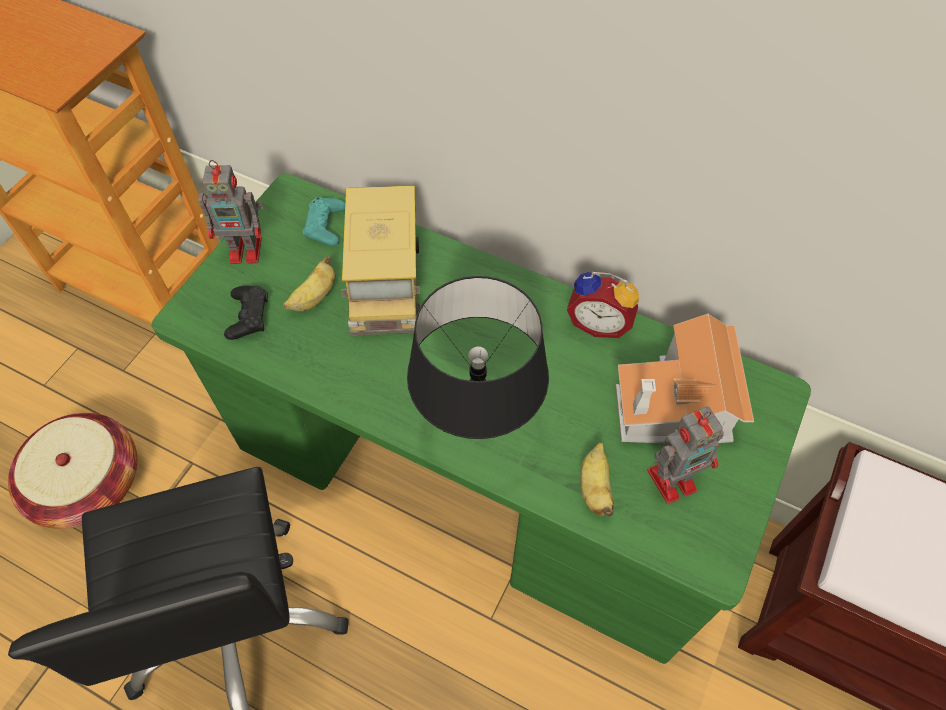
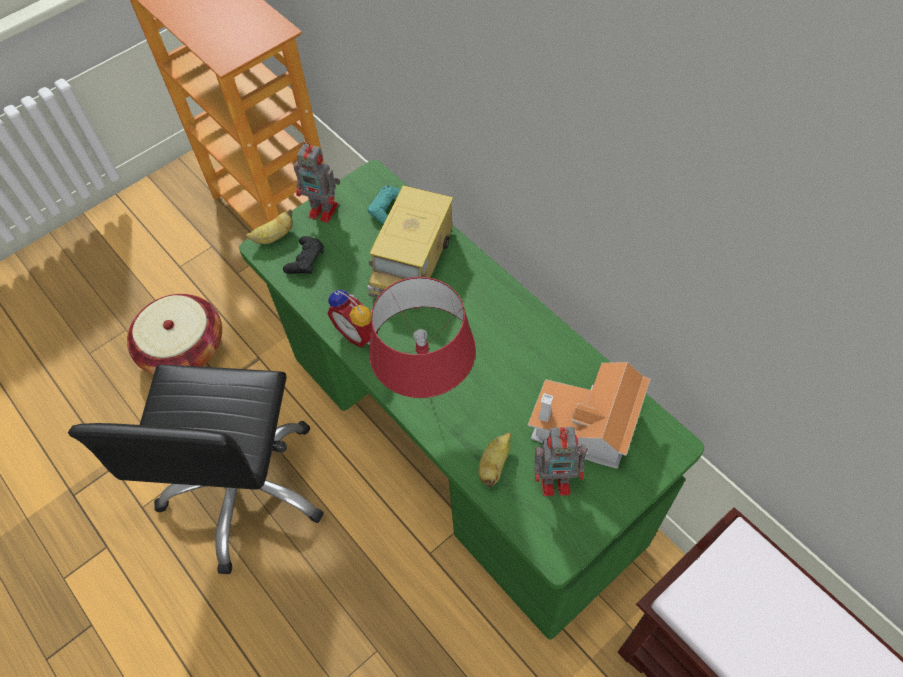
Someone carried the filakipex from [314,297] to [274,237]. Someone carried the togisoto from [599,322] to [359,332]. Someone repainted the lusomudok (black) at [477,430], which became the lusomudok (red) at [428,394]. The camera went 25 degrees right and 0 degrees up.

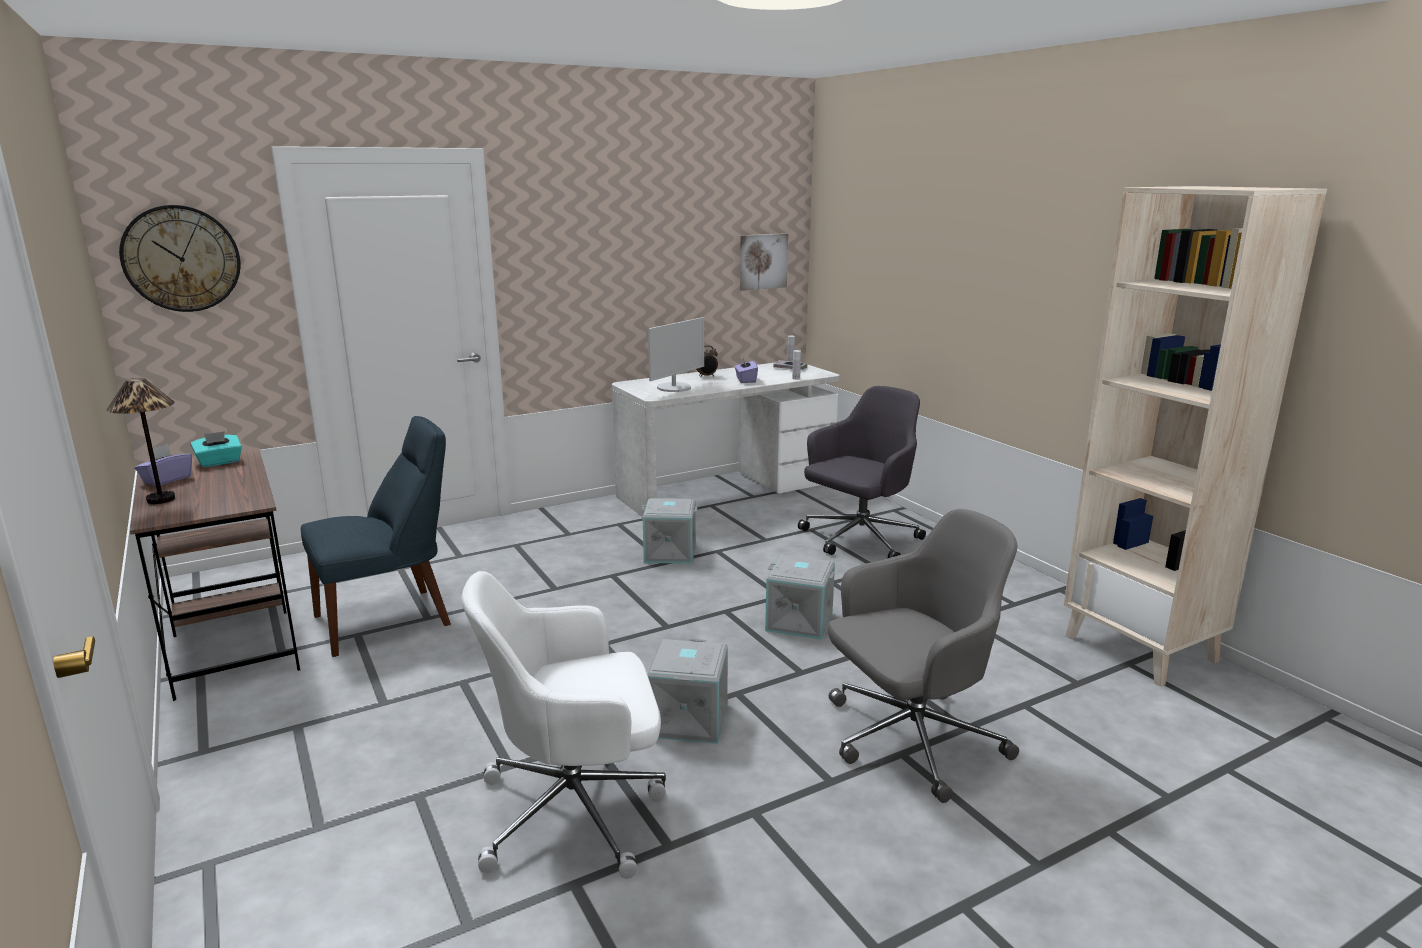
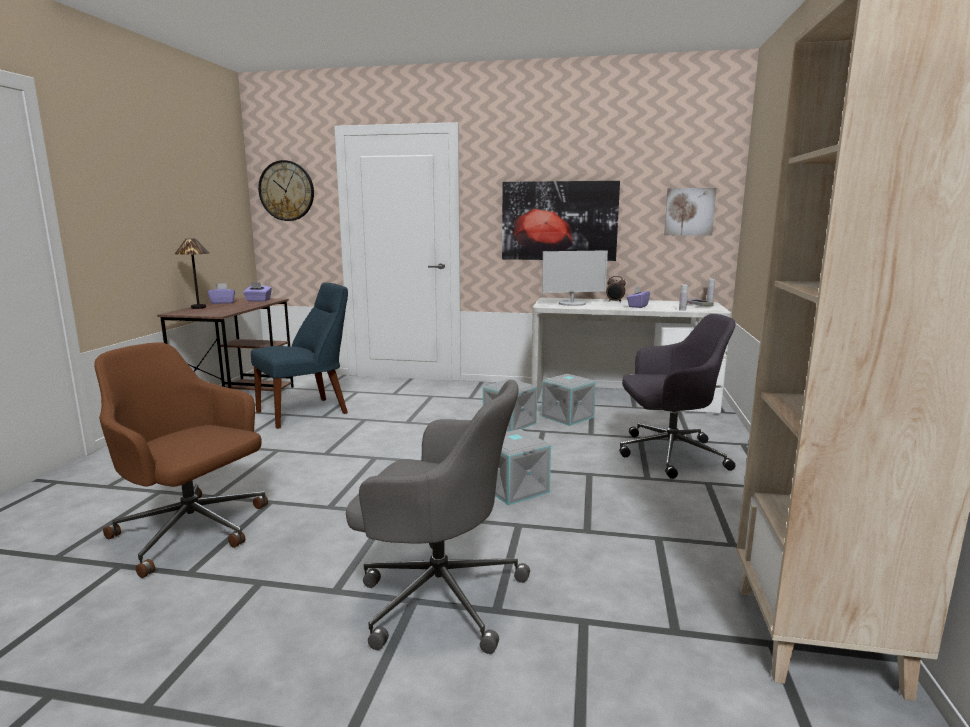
Someone put up the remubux at [559,221]. Someone carried the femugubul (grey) from [687,719] to [567,416]. Someone repainted the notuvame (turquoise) at [219,462], which became the notuvame (purple) at [258,300]. Someone repainted the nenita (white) at [576,810], which became the nenita (brown) at [193,531]. Someone rotated the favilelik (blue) at [389,619] by 45 degrees counterclockwise. The camera went 40 degrees right and 5 degrees down.

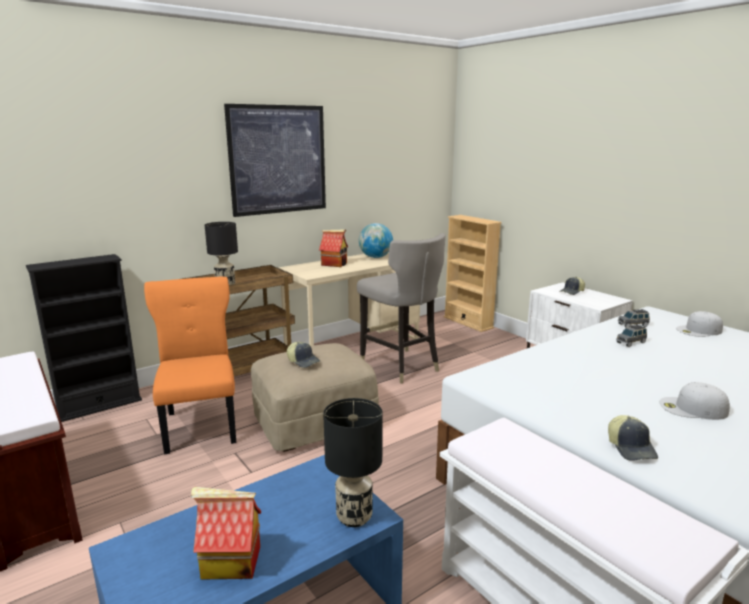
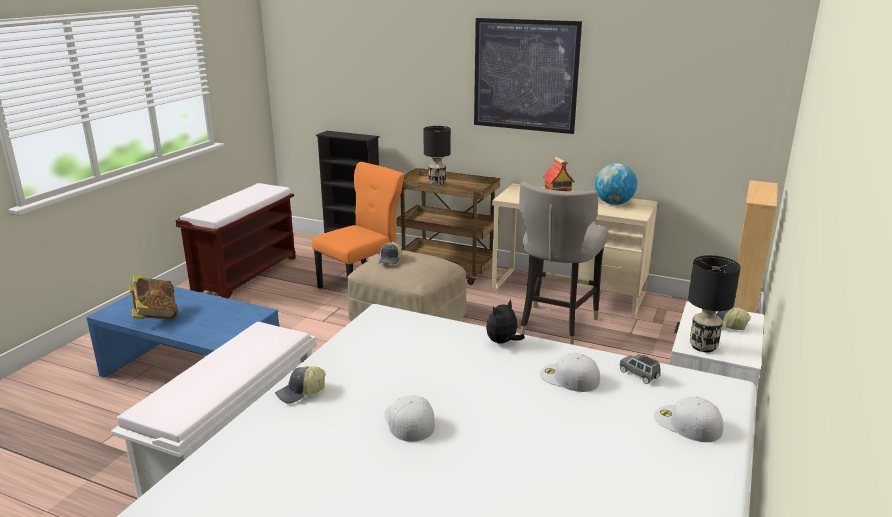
Someone put down the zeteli at [502,342]. Someone carried the lusomudok (black) from [355,517] to [703,347]. Someone swapped the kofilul at [230,563] for the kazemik at [155,315]. Someone swapped the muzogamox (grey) at [631,342] for the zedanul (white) at [568,378]. The camera went 60 degrees right and 5 degrees up.

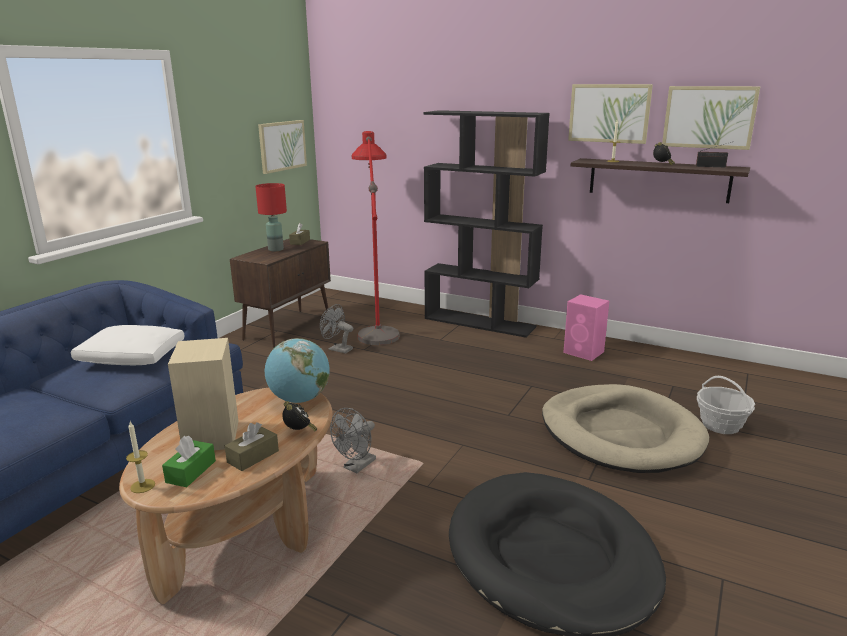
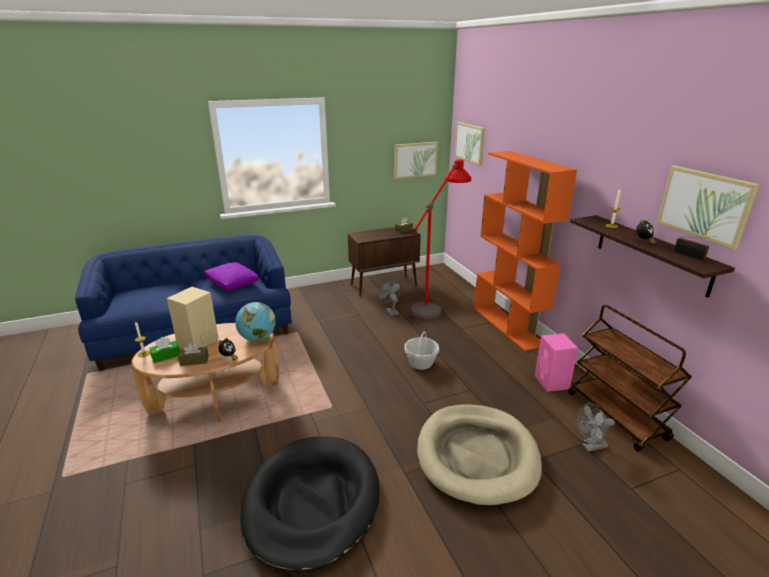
Someone took away the lusomudok (red) at [276,249]. Someone put down the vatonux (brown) at [617,416]. Someone carried the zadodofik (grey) from [356,467] to [590,446]. Someone carried the remubux from [609,113] to [470,143]. Someone carried the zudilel from [720,425] to [421,363]. Someone repainted the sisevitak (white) at [131,357], which became the sisevitak (purple) at [232,282]. Someone repainted the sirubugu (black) at [480,322], which became the sirubugu (orange) at [508,326]. The camera went 40 degrees right and 5 degrees up.

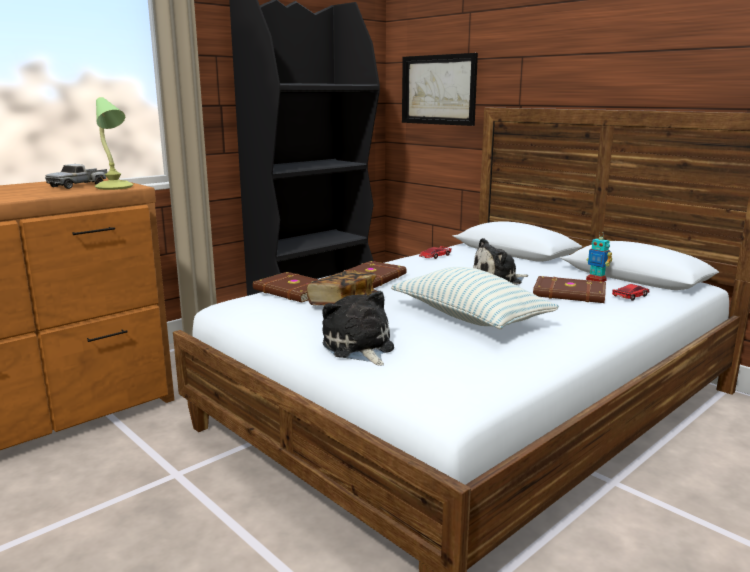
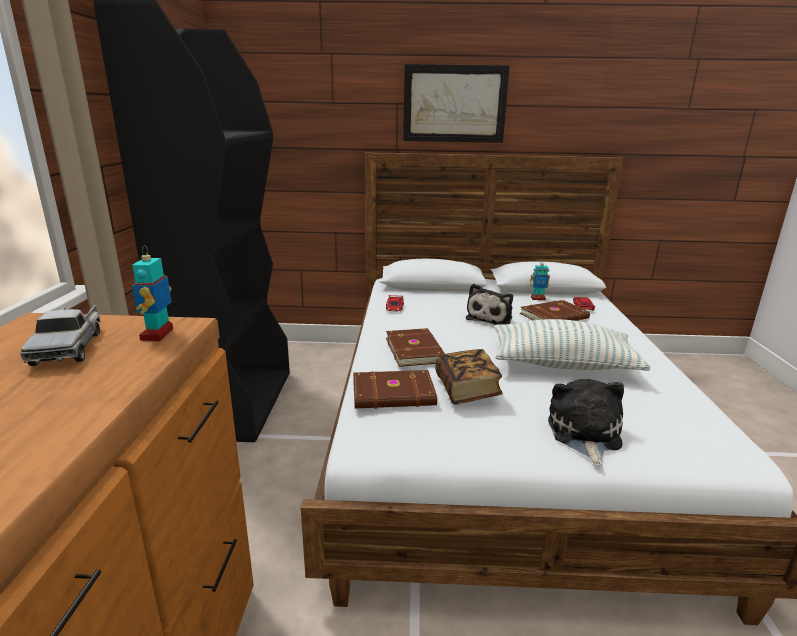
Someone carried the remubux from [438,90] to [454,104]. Someone swapped the lusomudok at [114,187] for the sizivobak at [158,334]. Someone rotated the zeteli at [359,348] by 75 degrees clockwise. The camera went 45 degrees left and 5 degrees up.

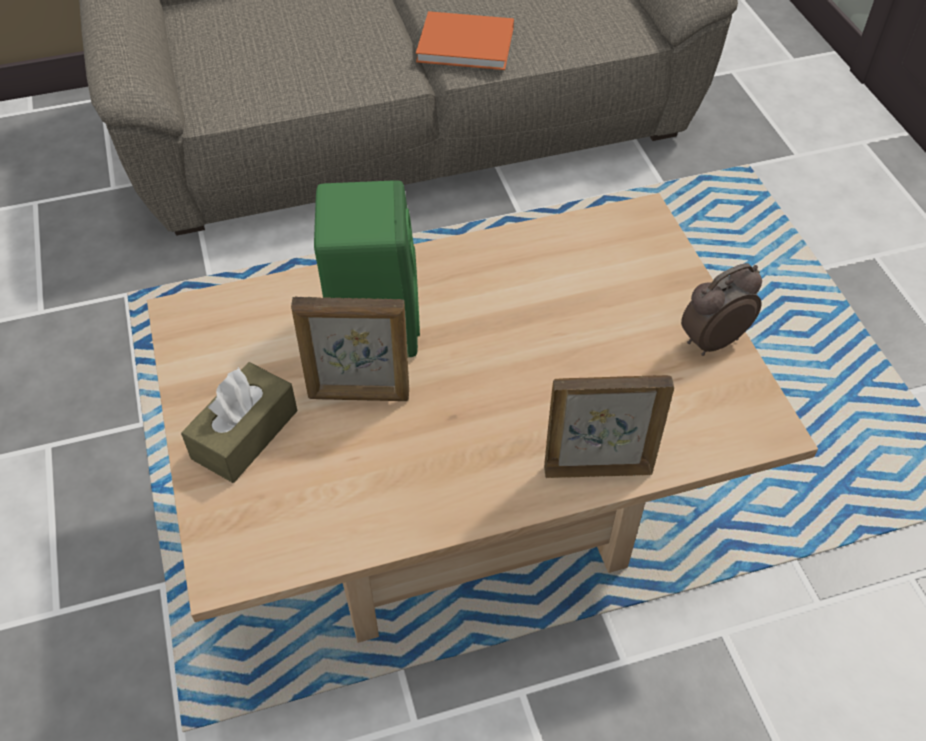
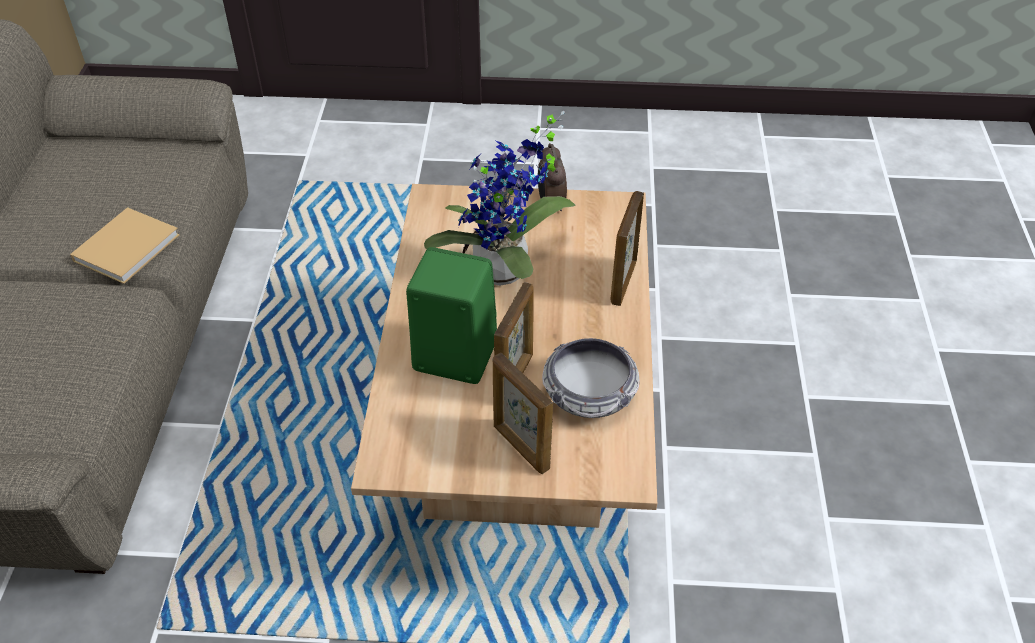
Someone put down the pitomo at [505,274]. Someone put down the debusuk at [589,393]. Someone swapped the notuvame (brown) at [245,434] for the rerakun at [520,447]. Someone repainted the kazemik (orange) at [468,45], which became the kazemik (beige) at [129,246]. The camera went 70 degrees left and 5 degrees down.

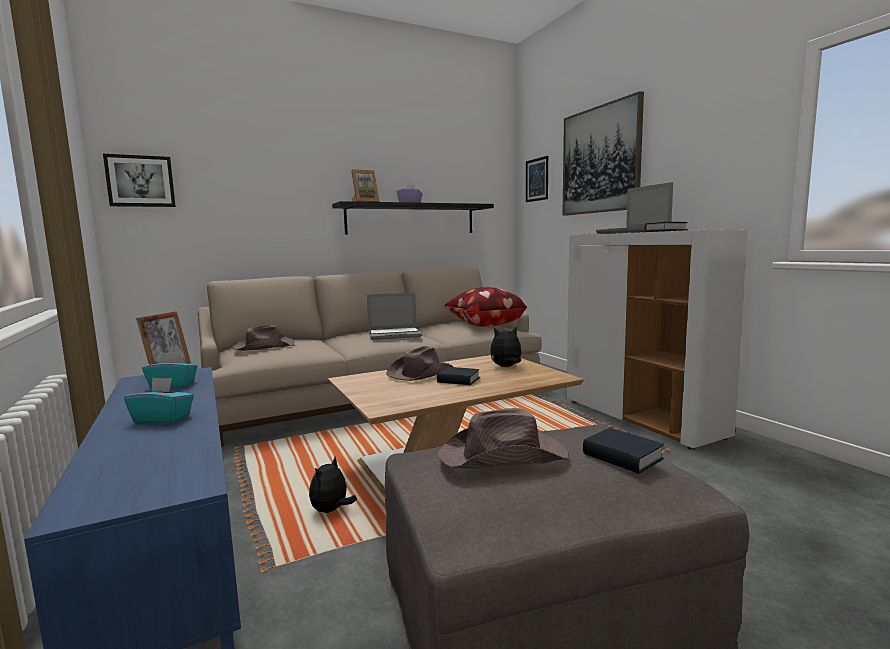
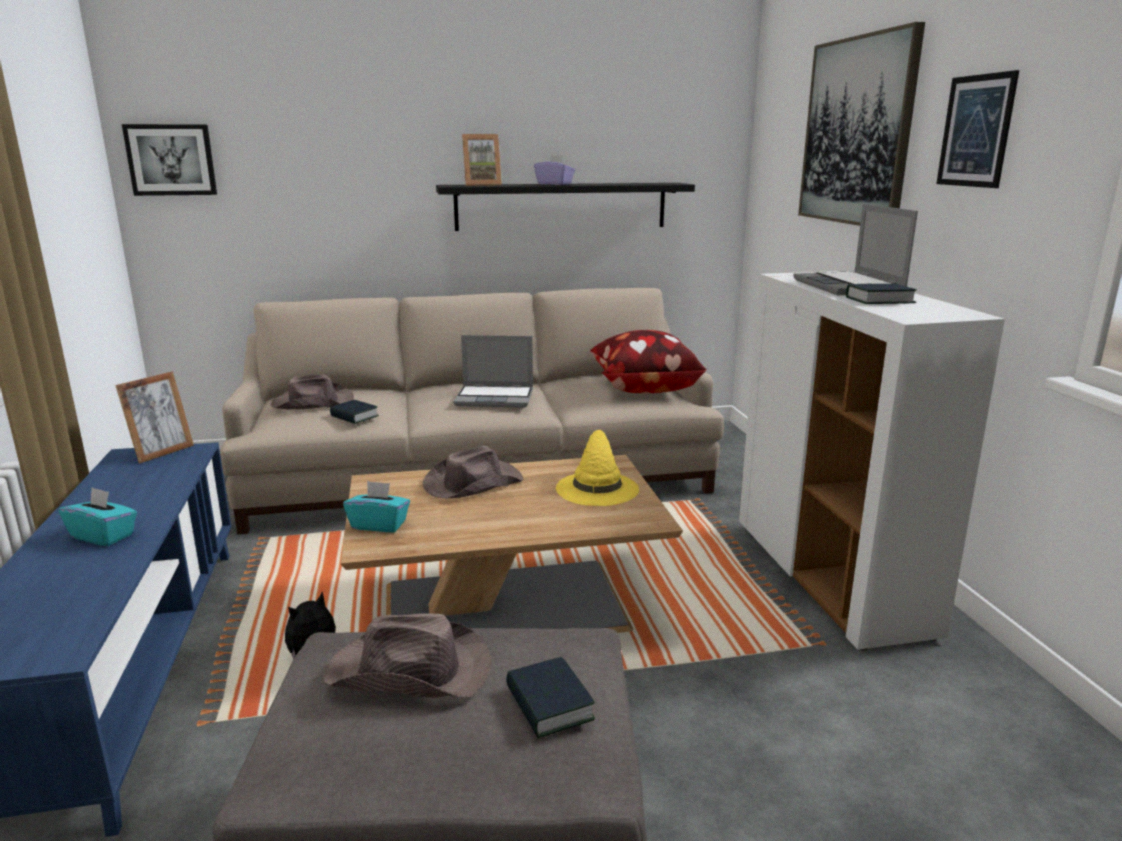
Someone carried the notuvame (turquoise) from [173,385] to [379,525]. Someone carried the kazemik from [458,380] to [354,416]. Someone carried the remubux from [537,179] to [976,131]. Someone swapped the zeteli at [506,367] for the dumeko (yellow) at [596,487]. The camera went 15 degrees right and 10 degrees up.

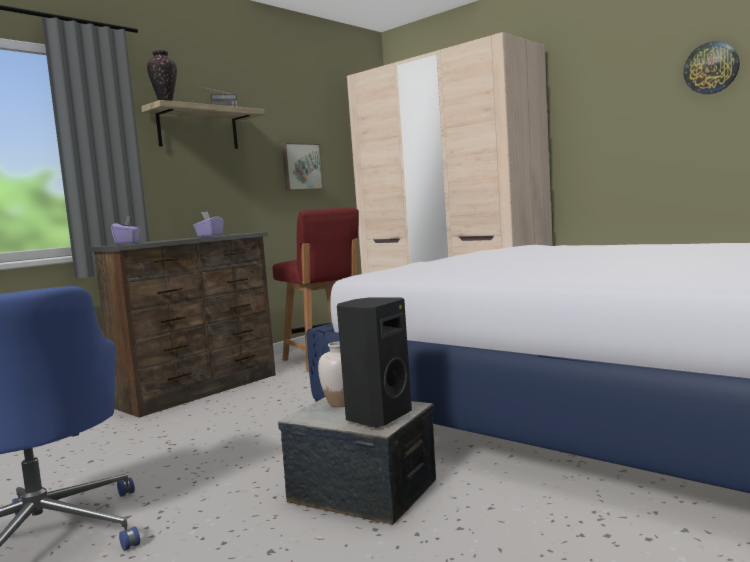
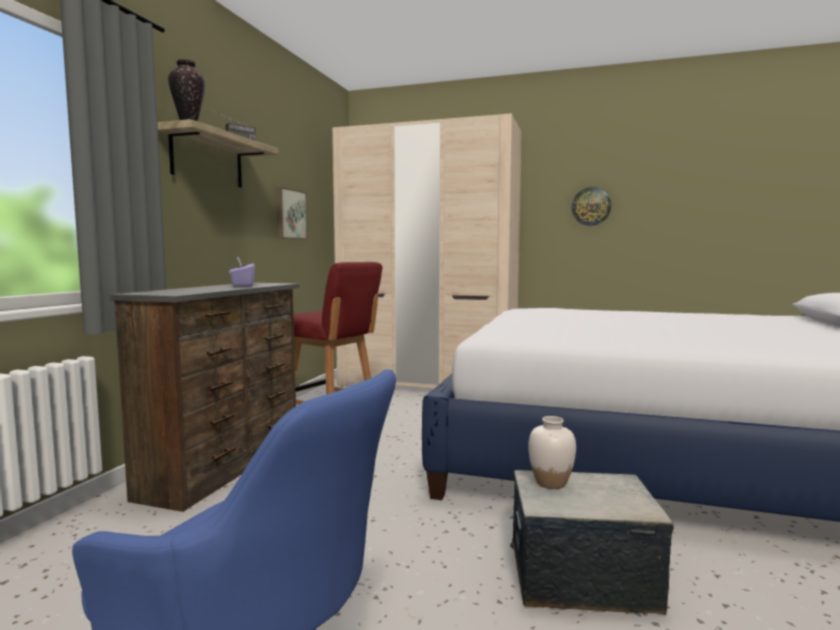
Someone took away the notuvame (purple) at [127,243]. Someone took away the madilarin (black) at [376,417]. Someone carried the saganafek from [711,68] to [591,206]. The camera went 25 degrees left and 0 degrees up.

